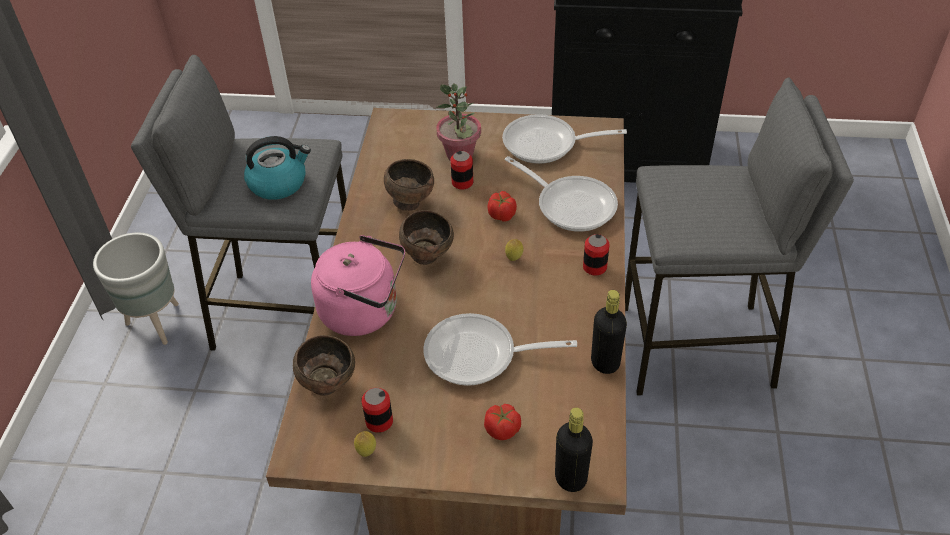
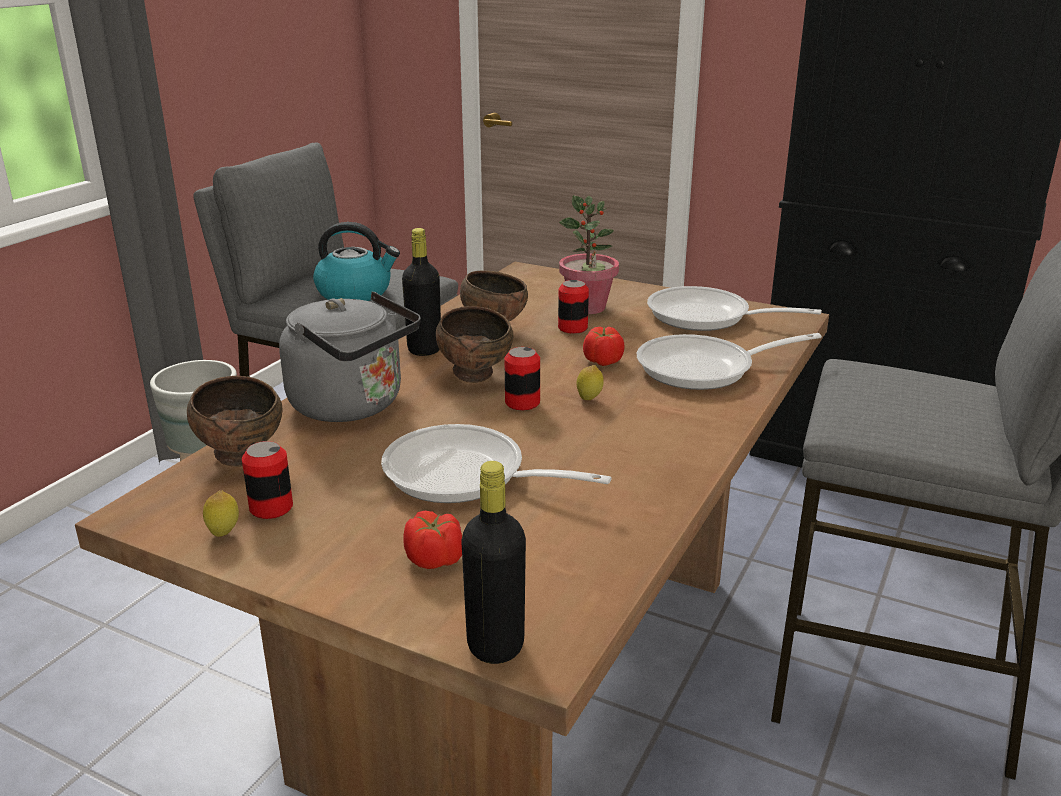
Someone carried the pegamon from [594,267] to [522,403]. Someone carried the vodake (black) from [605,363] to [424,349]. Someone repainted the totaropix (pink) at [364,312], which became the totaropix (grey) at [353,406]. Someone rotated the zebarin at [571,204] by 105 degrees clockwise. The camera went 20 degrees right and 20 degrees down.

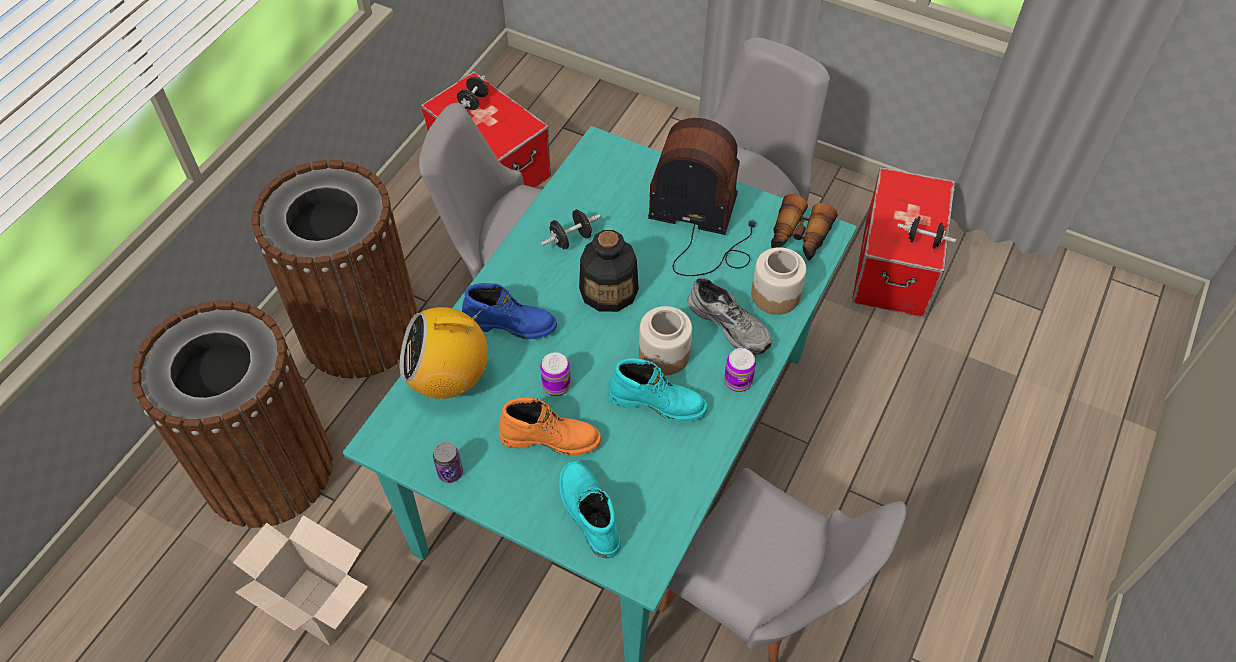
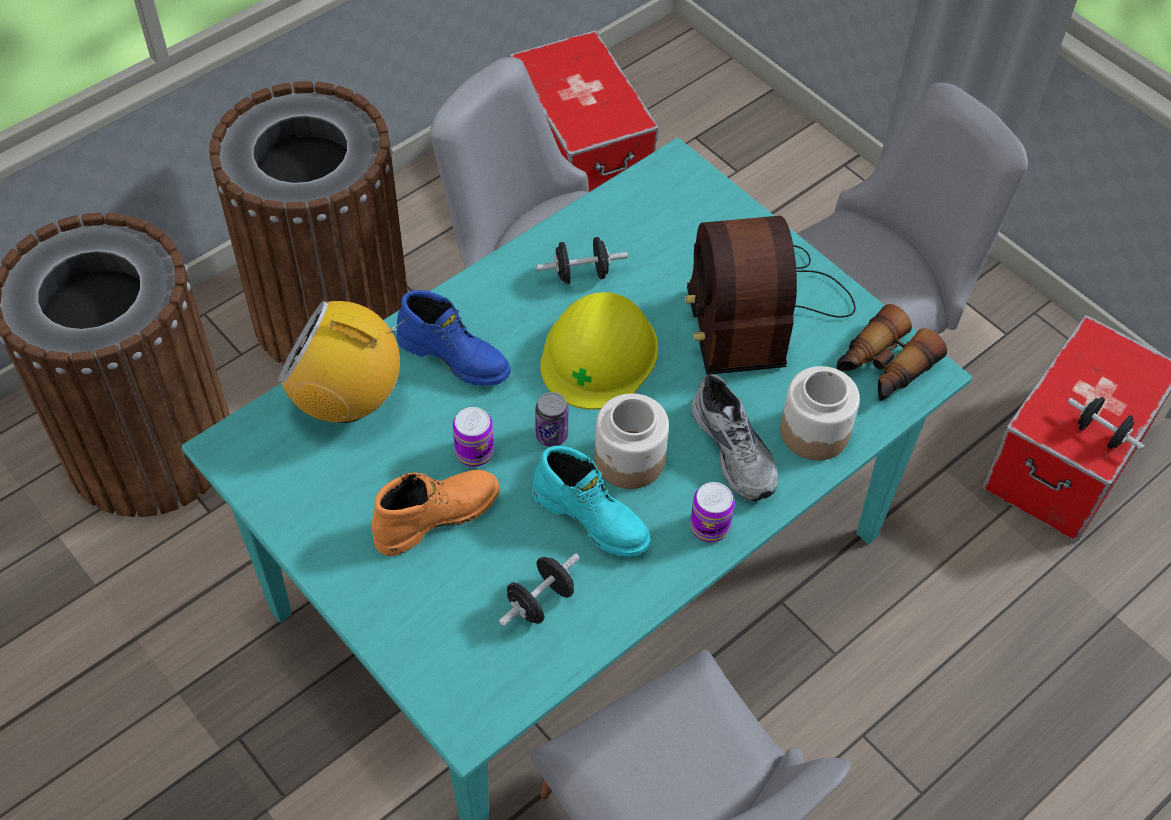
Someone took away the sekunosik at [322,606]. Someone took away the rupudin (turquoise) at [588,513]. Someone carried the pegamon from [450,472] to [551,435]. Someone carried the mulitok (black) from [474,102] to [540,601]. Someone swapped the vodake at [609,289] for the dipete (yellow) at [599,353]. Someone rotated the rupudin (orange) at [551,437] by 60 degrees counterclockwise. Someone rotated the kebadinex at [701,226] by 135 degrees counterclockwise. The camera went 20 degrees right and 0 degrees up.

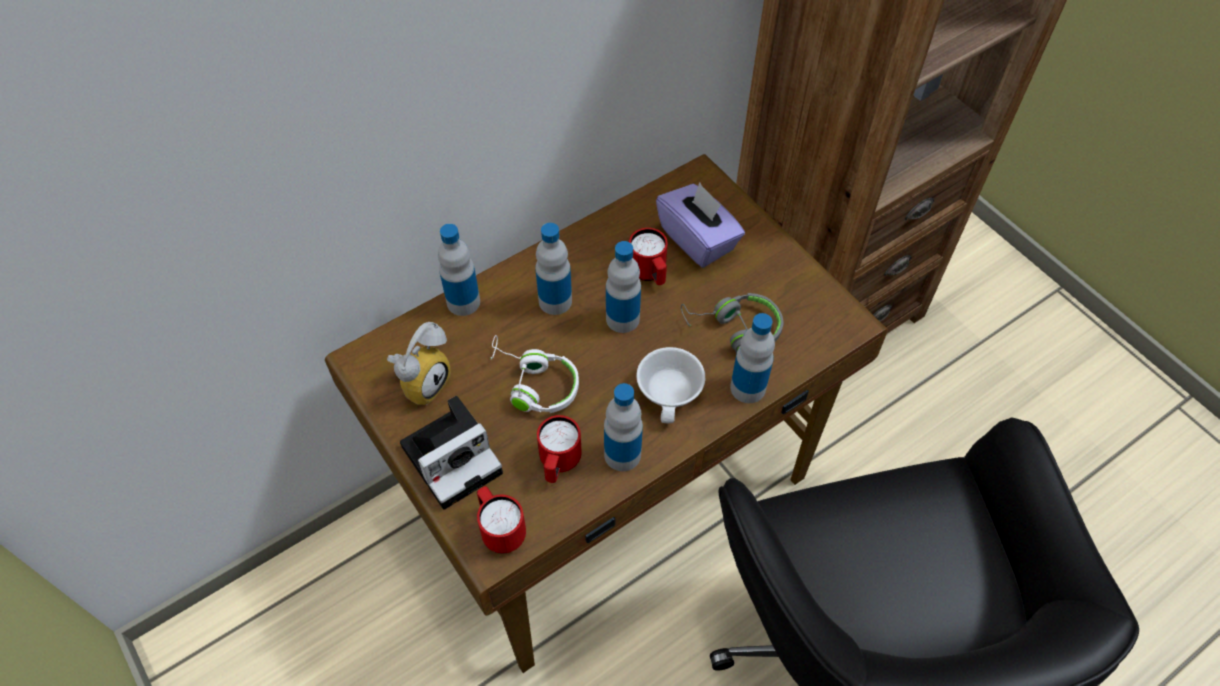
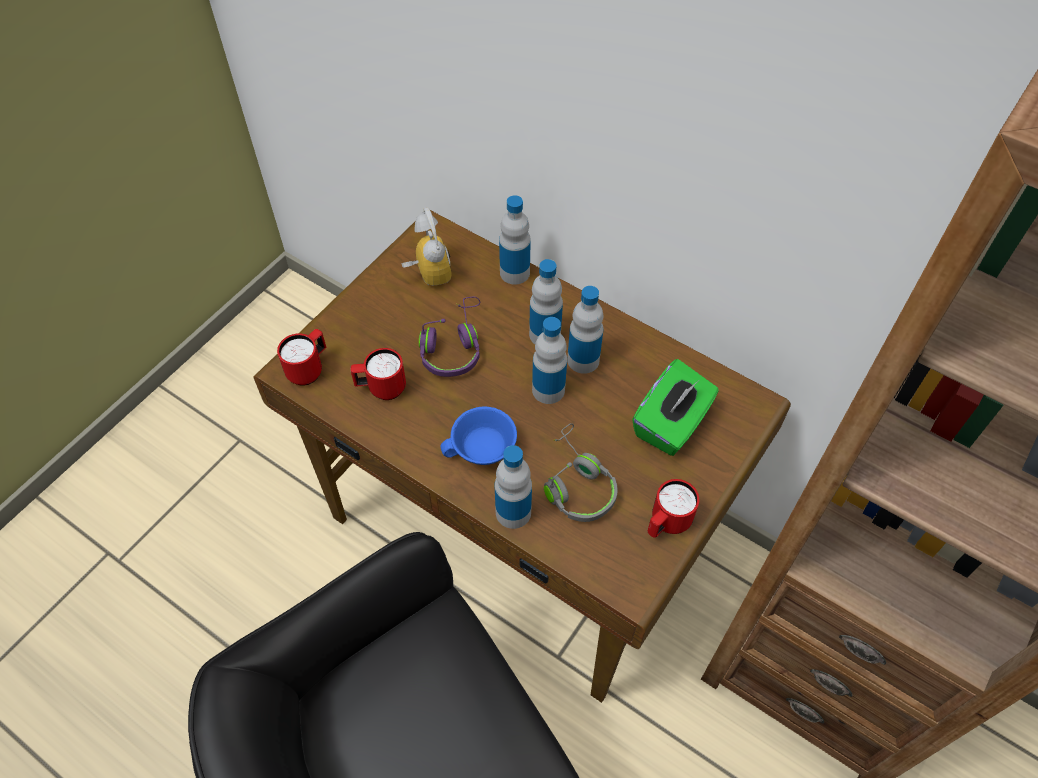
Someone took away the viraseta at [454,456]. Someone carried the vodake from [622,454] to [583,360]. Someone carried the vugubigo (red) from [649,274] to [666,524]. Someone repainted the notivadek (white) at [533,383], which became the notivadek (purple) at [453,346]. Someone repainted the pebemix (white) at [672,393], which became the pebemix (blue) at [482,451]. Someone repainted the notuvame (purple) at [698,239], which became the notuvame (green) at [671,424]. Someone rotated the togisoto at [422,381] by 120 degrees counterclockwise. The camera went 70 degrees right and 0 degrees up.

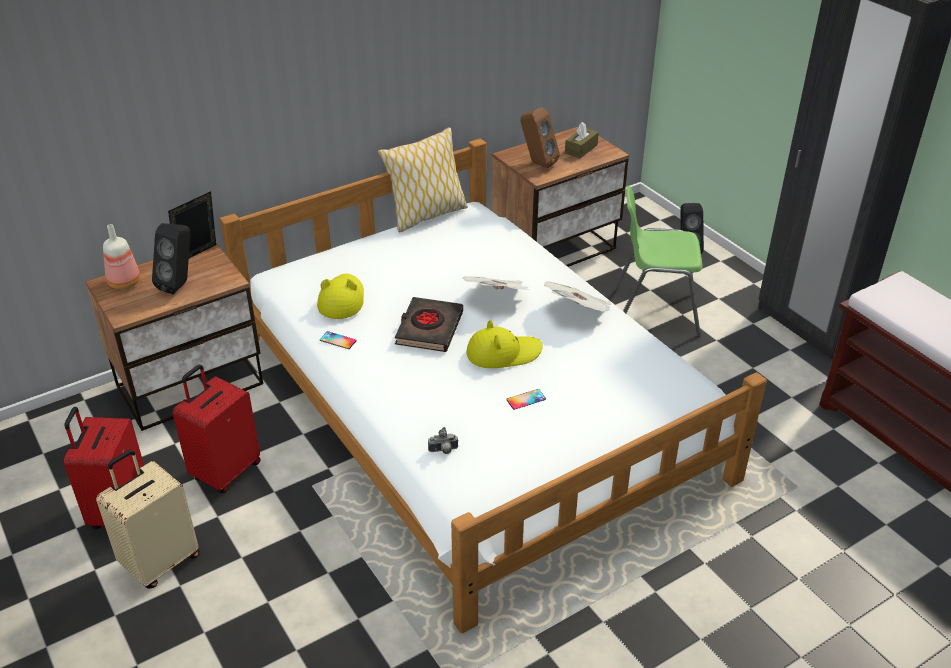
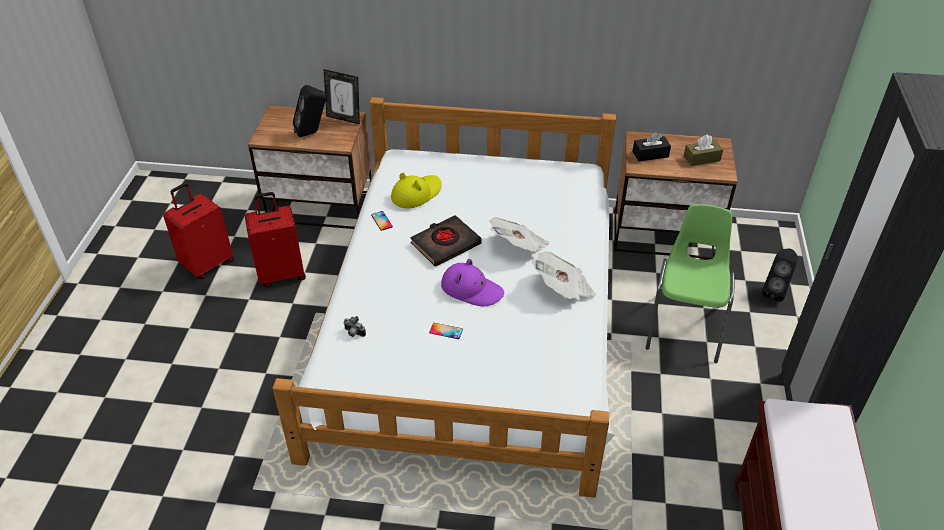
Someone took away the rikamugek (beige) at [160,561]. Someone took away the vodake at [125,283]. Someone took away the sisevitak at [426,215]. Someone swapped the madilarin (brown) at [537,163] for the notuvame (black) at [650,154]. Someone repainted the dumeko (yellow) at [503,353], which became the dumeko (purple) at [472,289]. Someone rotated the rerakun at [198,256] by 150 degrees counterclockwise. Someone rotated the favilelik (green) at [654,311] by 60 degrees clockwise. The camera went 40 degrees right and 5 degrees up.

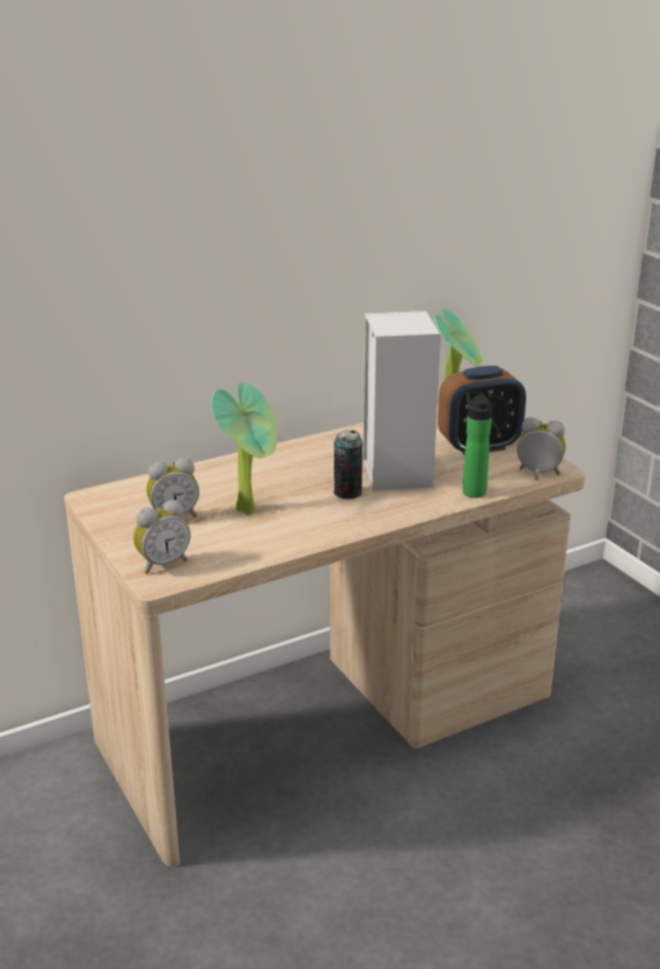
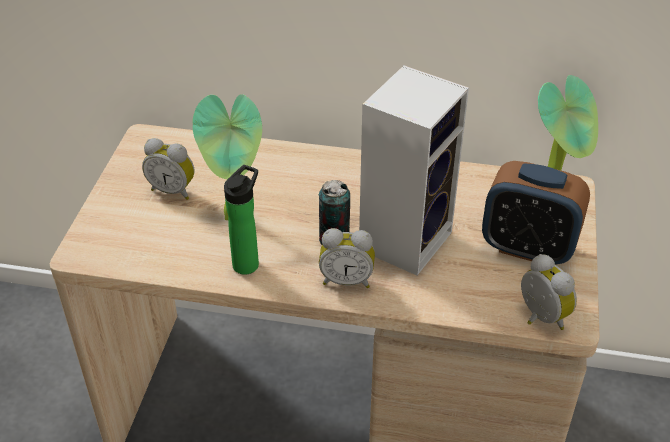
Someone carried the togisoto from [162,563] to [346,280]. Someone carried the vodake from [473,490] to [248,262]. The camera went 40 degrees right and 15 degrees up.

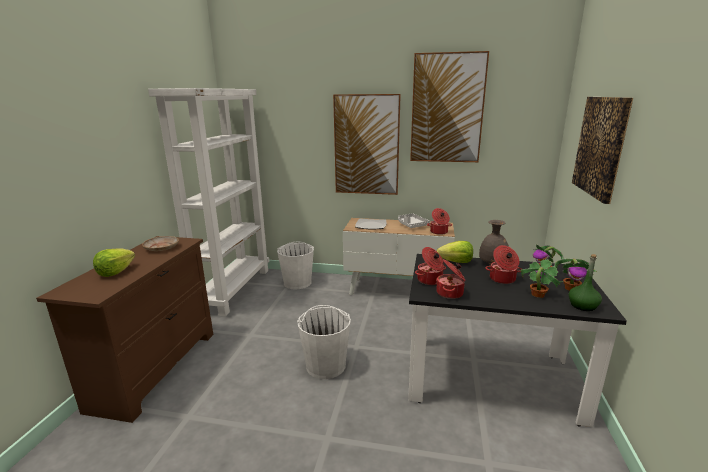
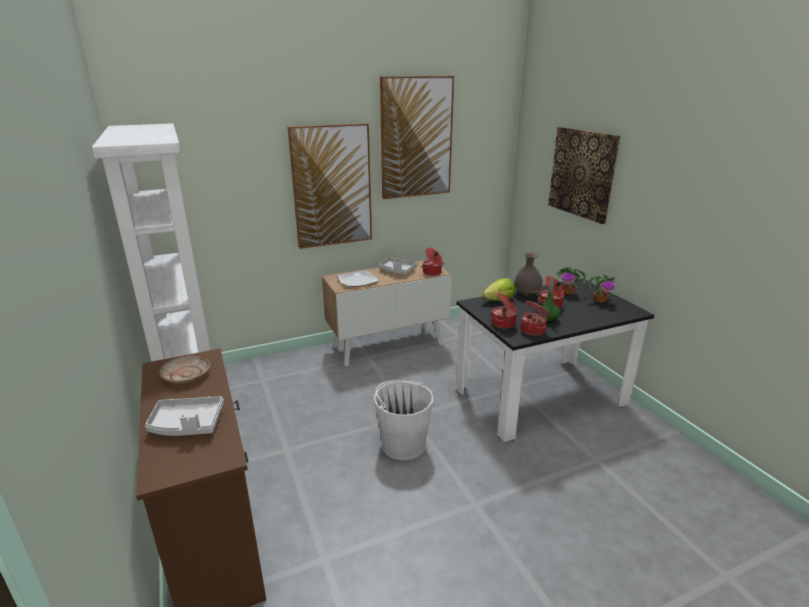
Someone took away the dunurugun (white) at [297,282]. Someone took away the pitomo at [537,294]. Someone carried the vodake (green) from [583,306] to [547,319]. Someone swapped the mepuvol at [115,272] for the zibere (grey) at [187,425]. The camera went 35 degrees left and 5 degrees up.

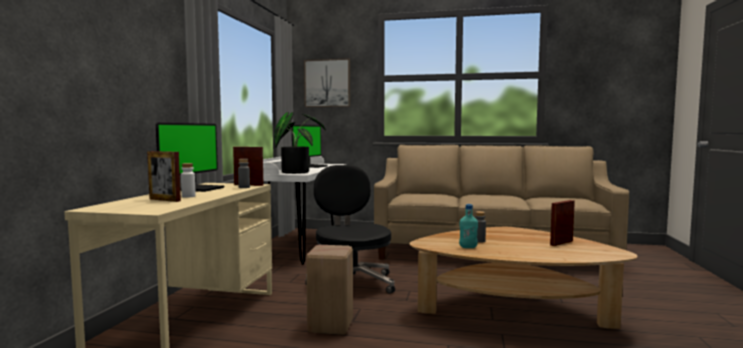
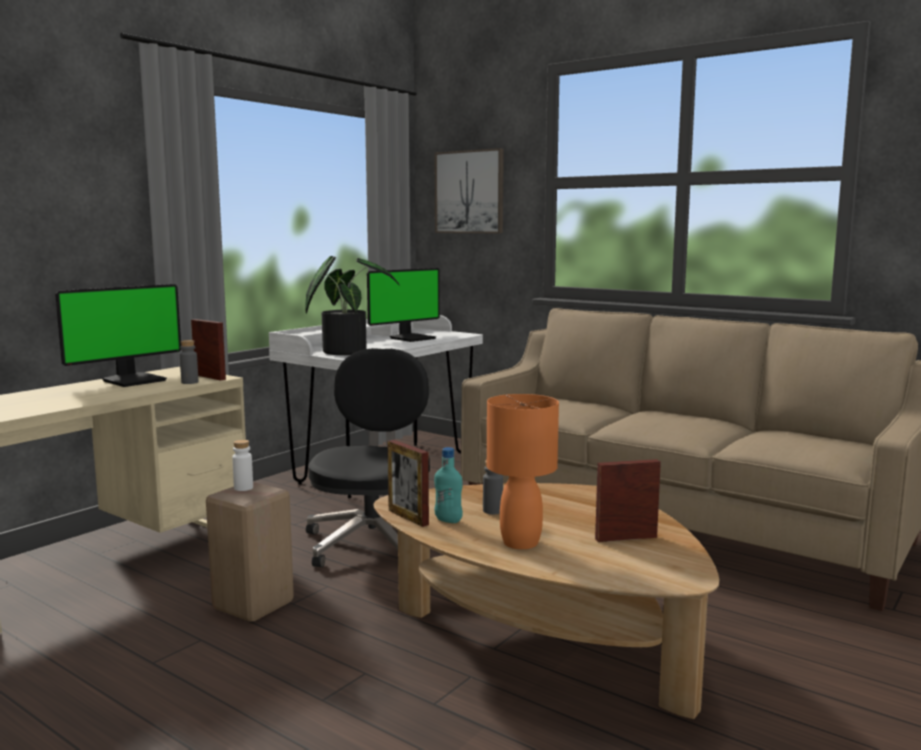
Someone put down the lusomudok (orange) at [521,542]. Someone carried the rerakun from [165,200] to [408,517]. Someone carried the vodake (white) from [188,196] to [243,488]. The camera went 25 degrees right and 5 degrees up.

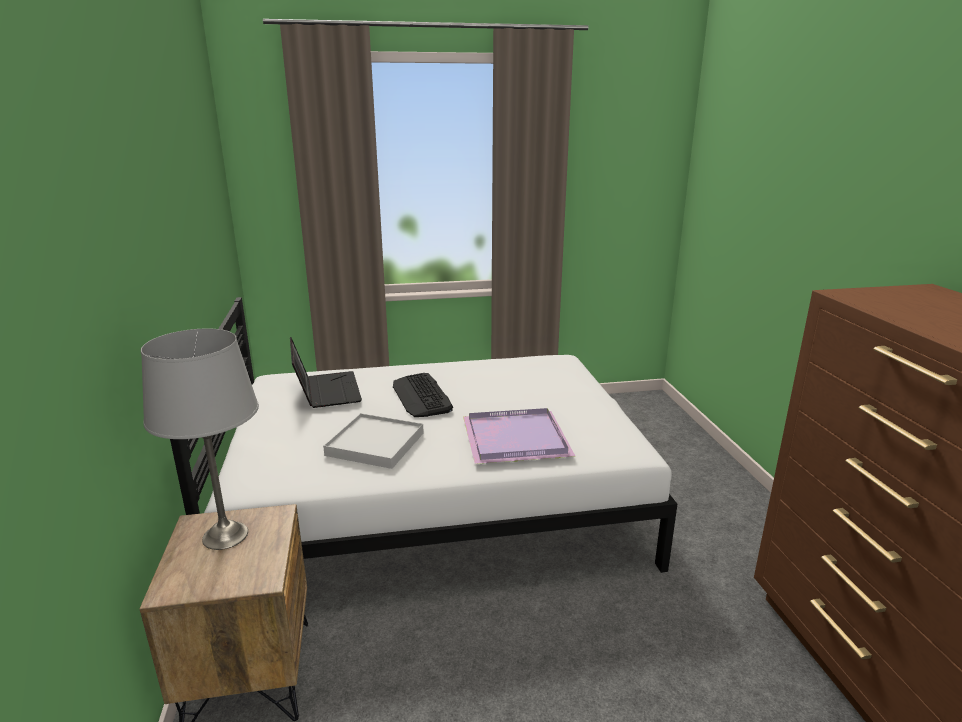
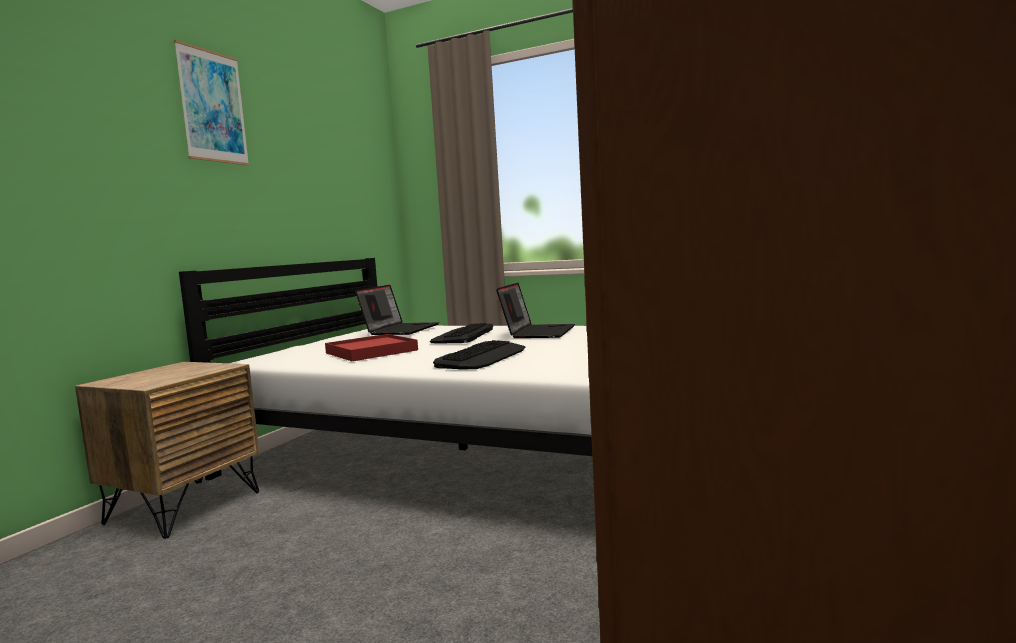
Someone took away the lusomudok (grey) at [224,536]. Someone put up the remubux at [213,106]. Someone put down the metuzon at [538,332]. Someone swapped the zibere (purple) at [513,438] for the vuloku at [482,357]. Someone repainted the zibere (white) at [375,444], which became the zibere (red) at [371,352]. The camera went 35 degrees right and 15 degrees down.

